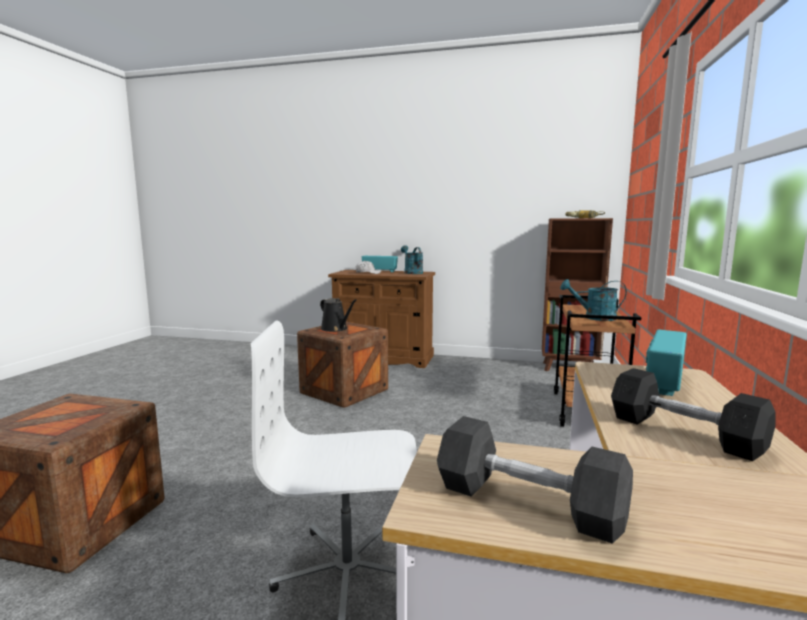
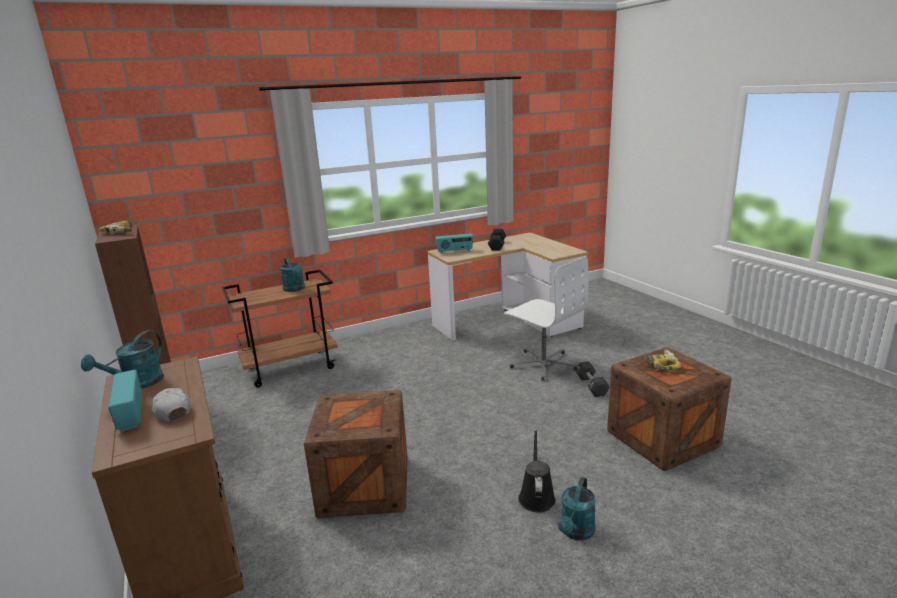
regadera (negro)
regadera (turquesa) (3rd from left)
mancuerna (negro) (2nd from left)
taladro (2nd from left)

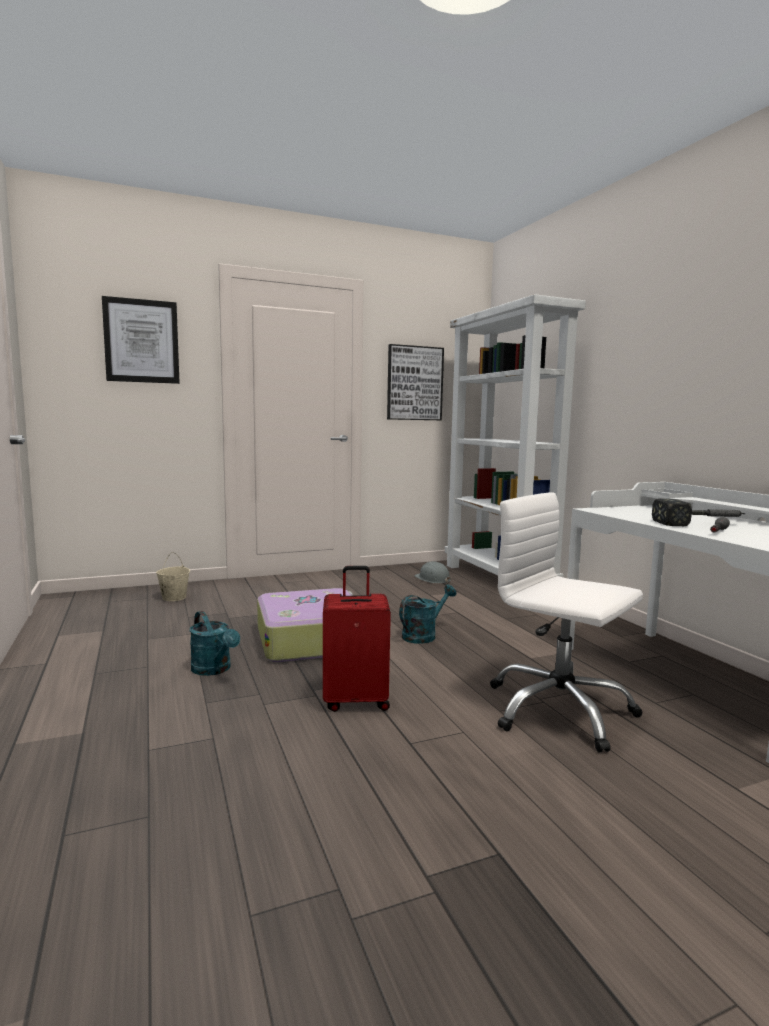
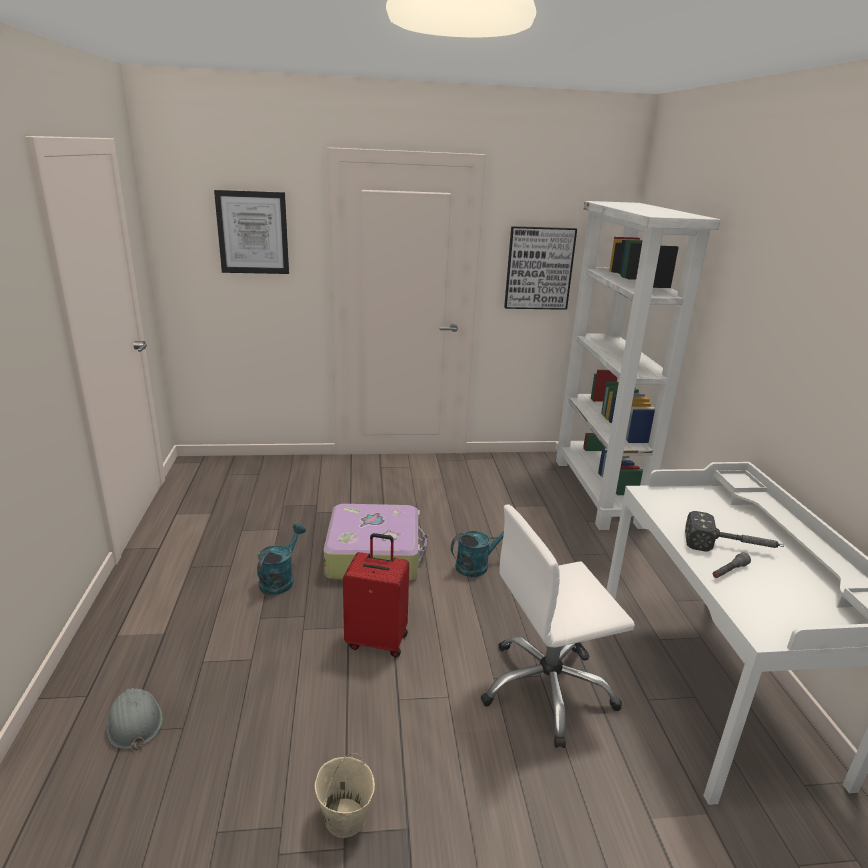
casco (gris)
regadera (turquesa) (1st from left)
cubo (beis)
silla de oficina (blanco)

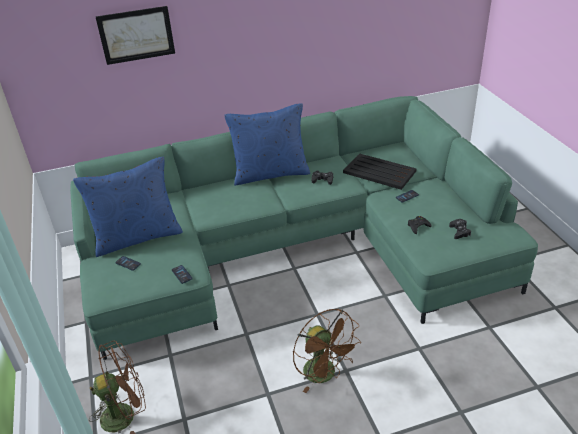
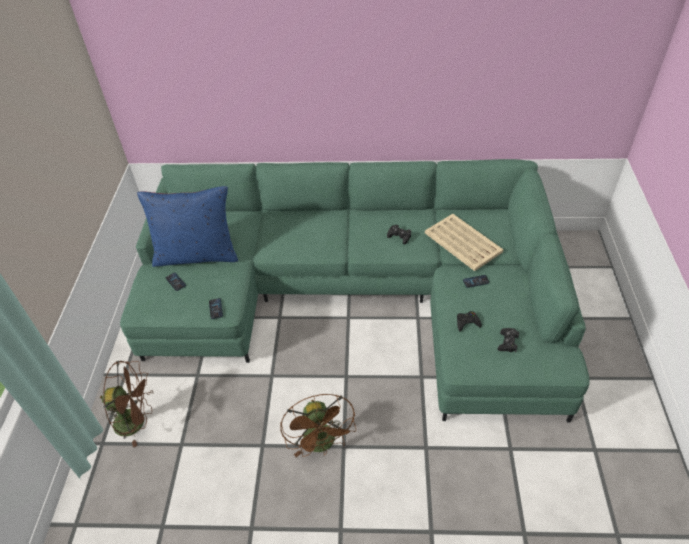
bandeja (beis)
cuadro
cojín (azul) (2nd from left in the first image)

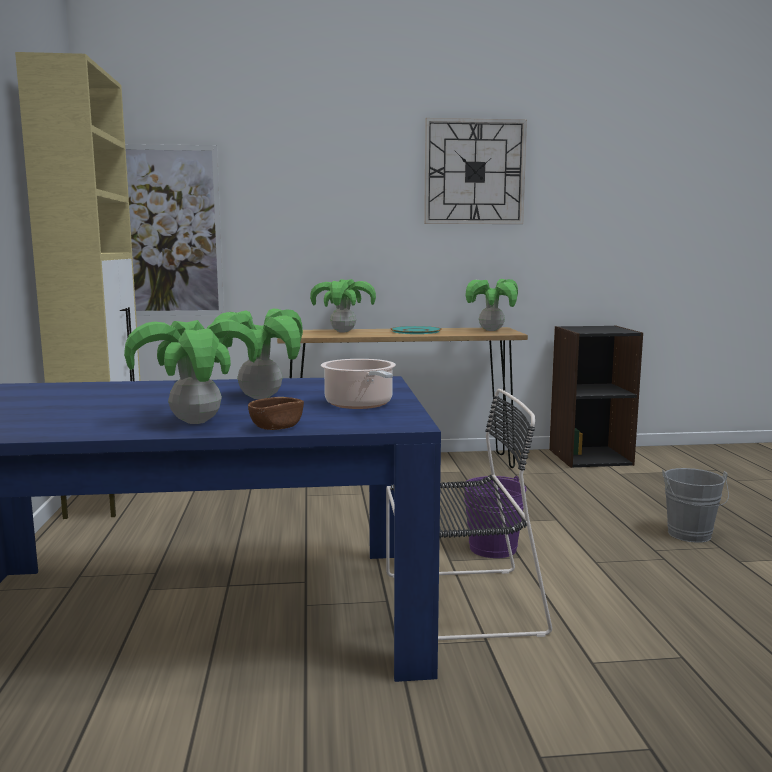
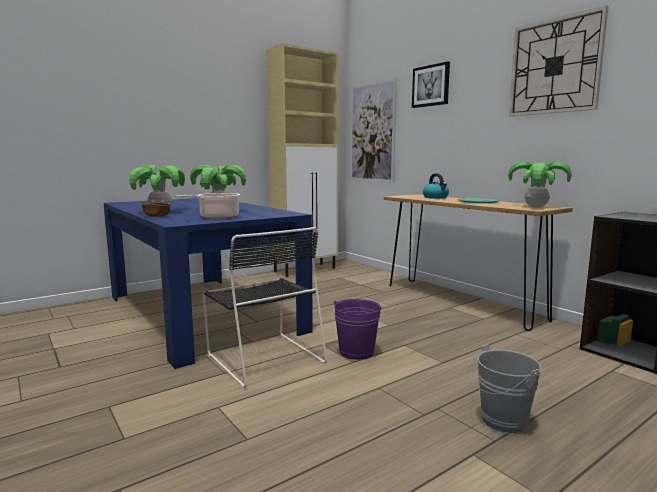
cuadro (2nd from left)
hervidor

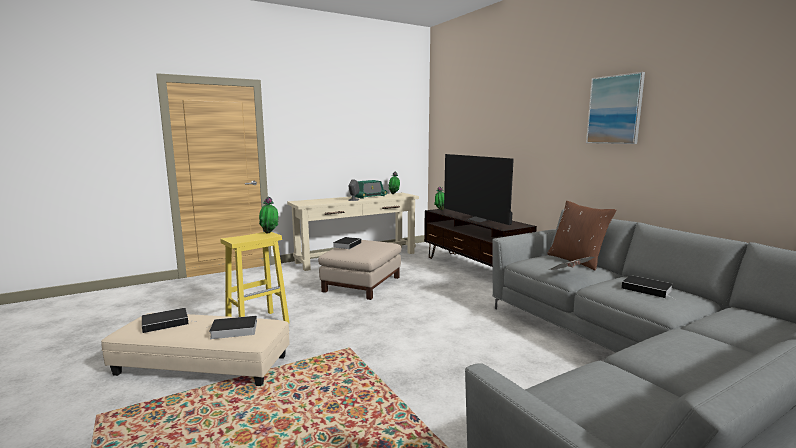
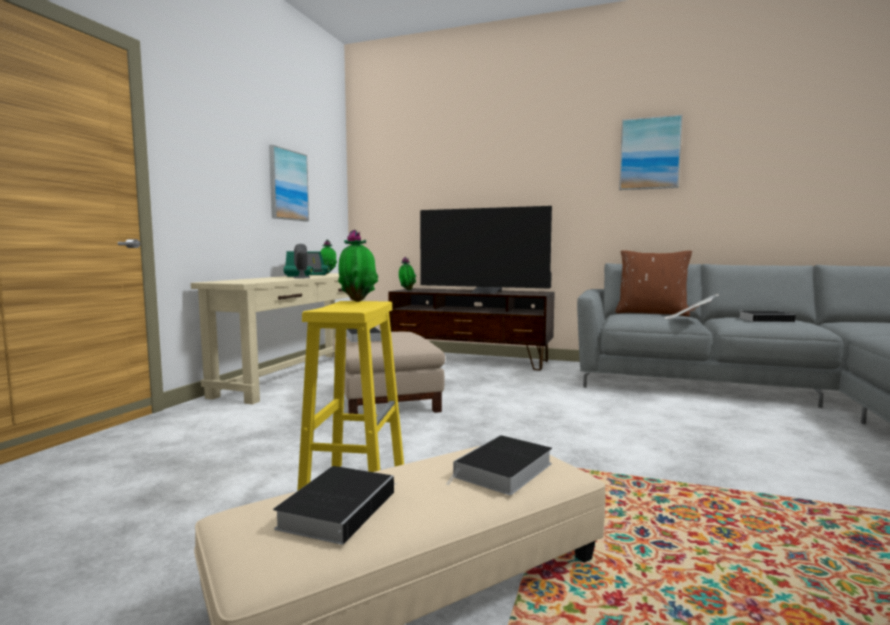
cuadro (1st from left)

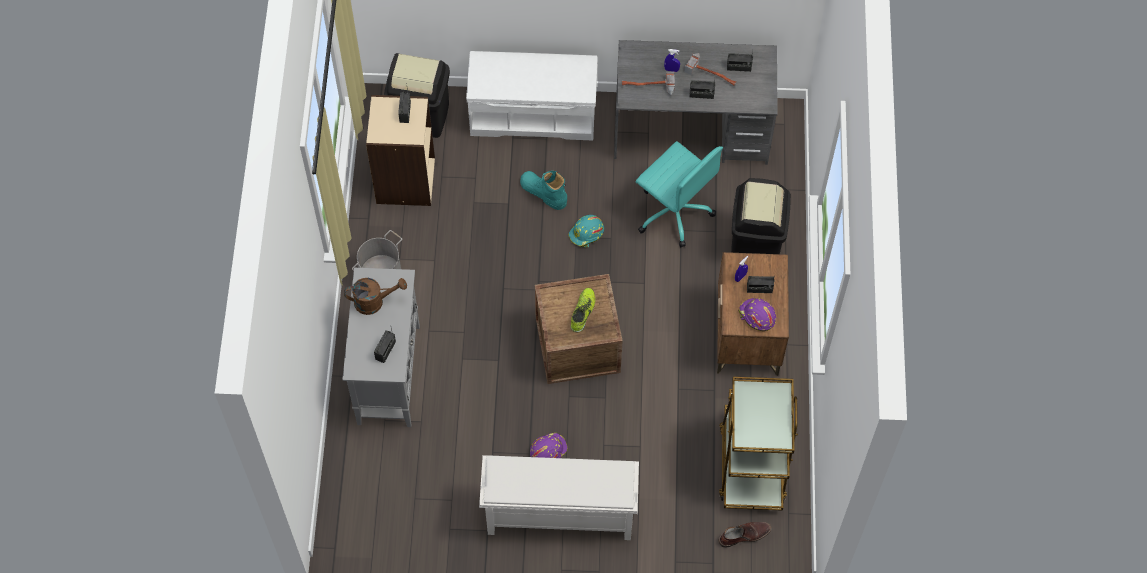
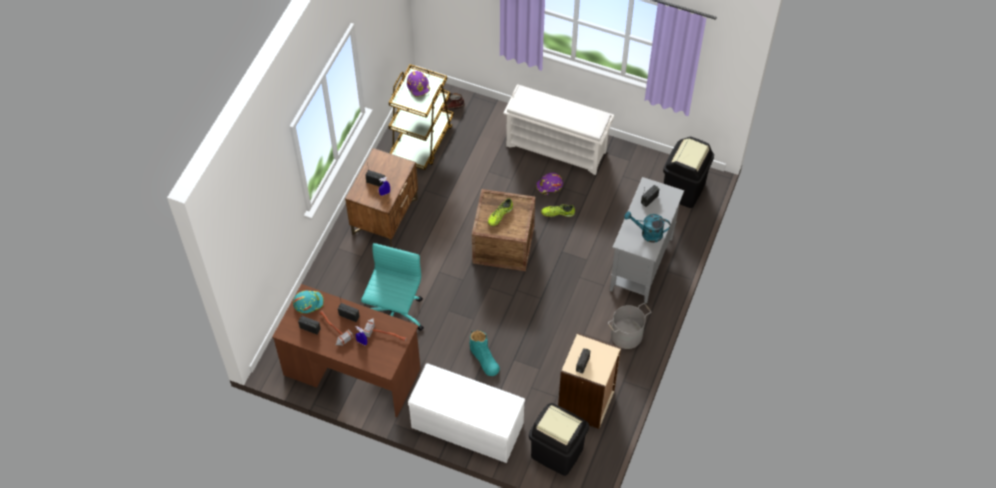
escritorio (marrón)
casco (turquesa)
silla de oficina (turquesa)
casco (morado) (1st from left)
zapato (2nd from left)
regadera (turquesa)
papelera (negro) (2nd from left)

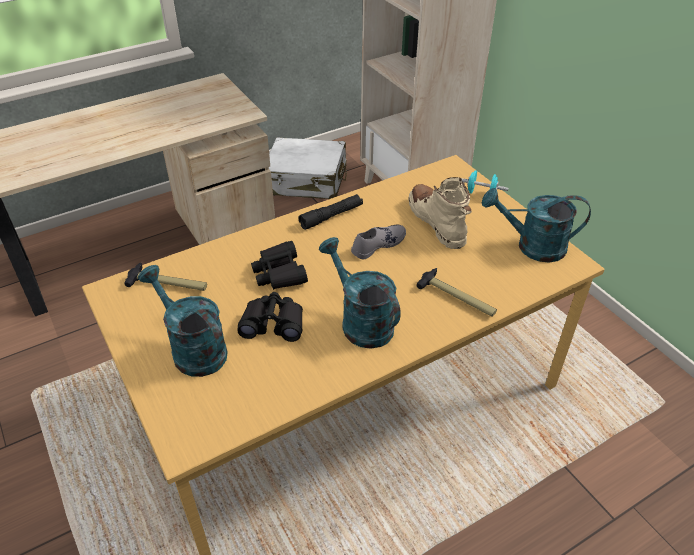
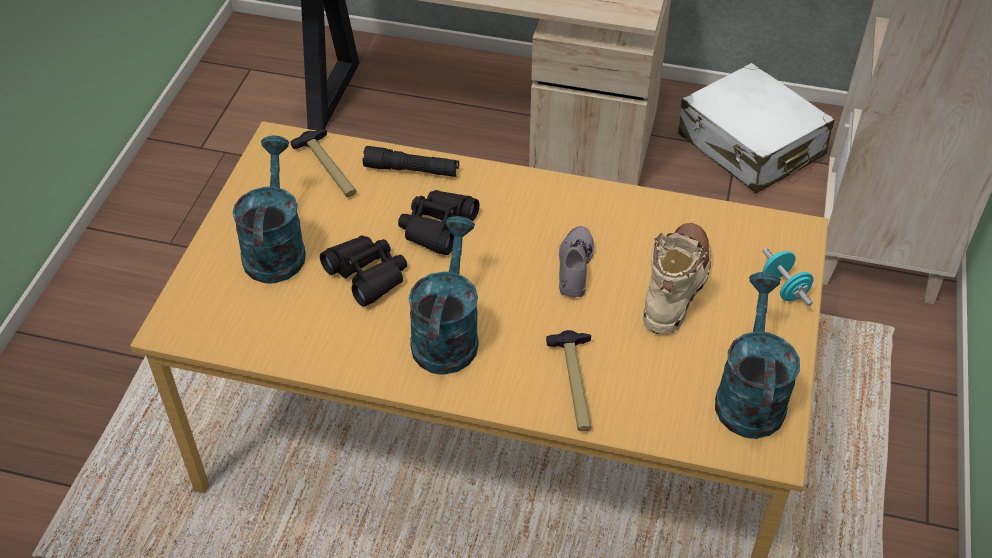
linterna (negro)
zapato (gris)
regadera (turquesa) (3rd from left)

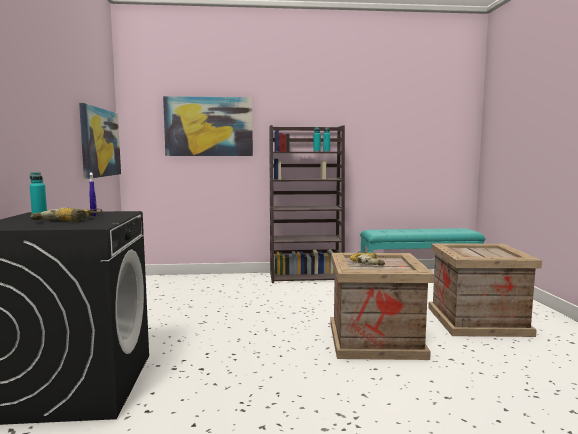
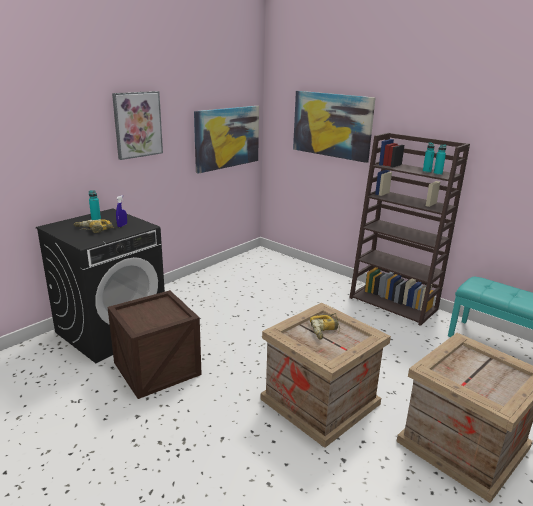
caja de embalaje (1st from left)
cuadro (1st from left)

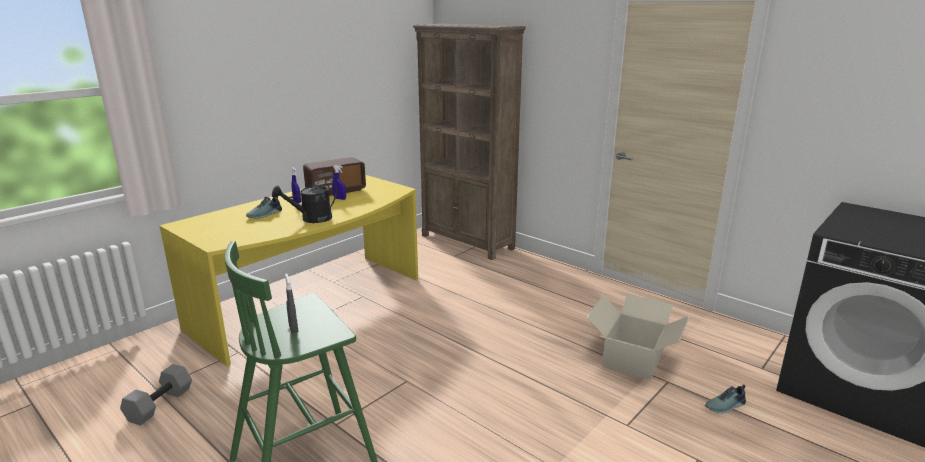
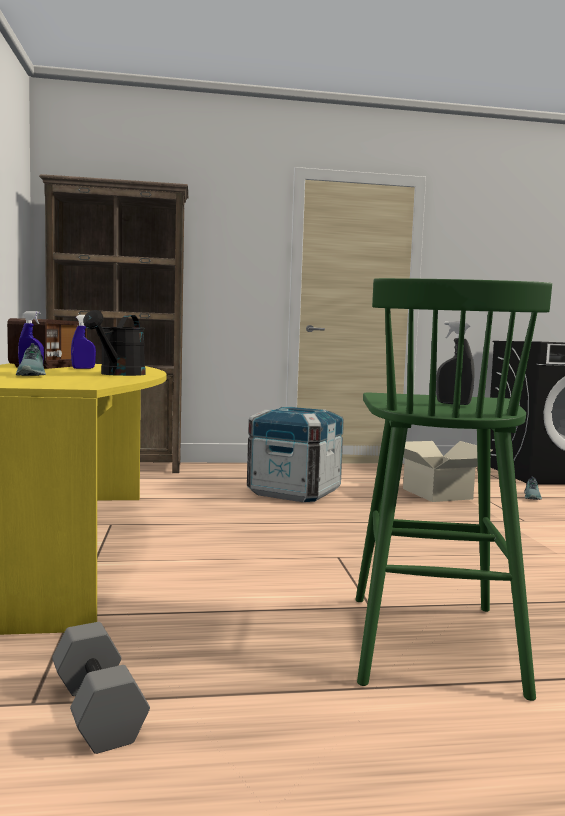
caja de embalaje

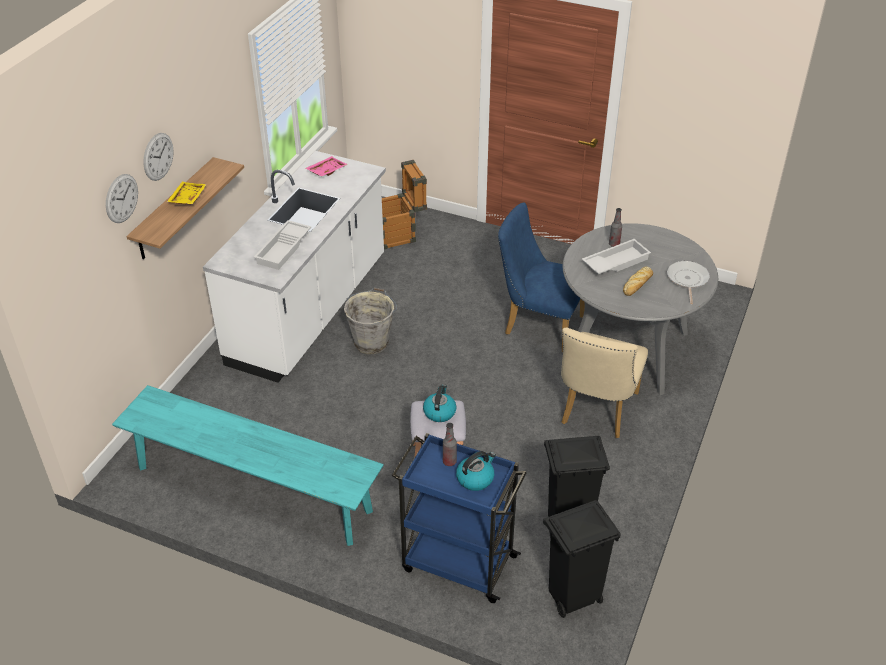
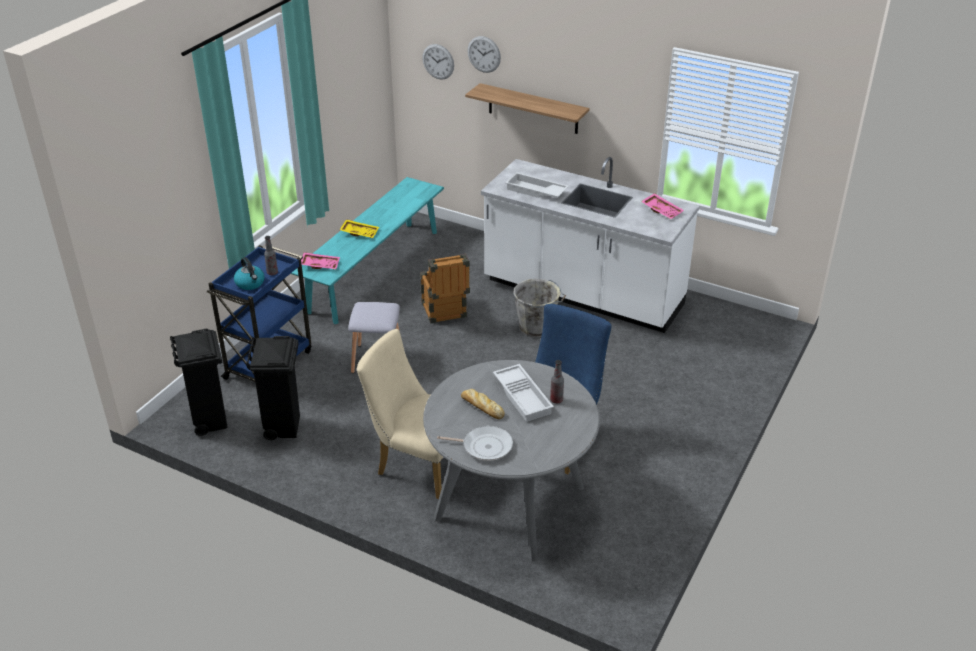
bandeja (rosa) (1st from left)
bandeja (amarillo)
caja de embalaje
reloj de pared (1st from left)
hervidor (1st from left in the first image)

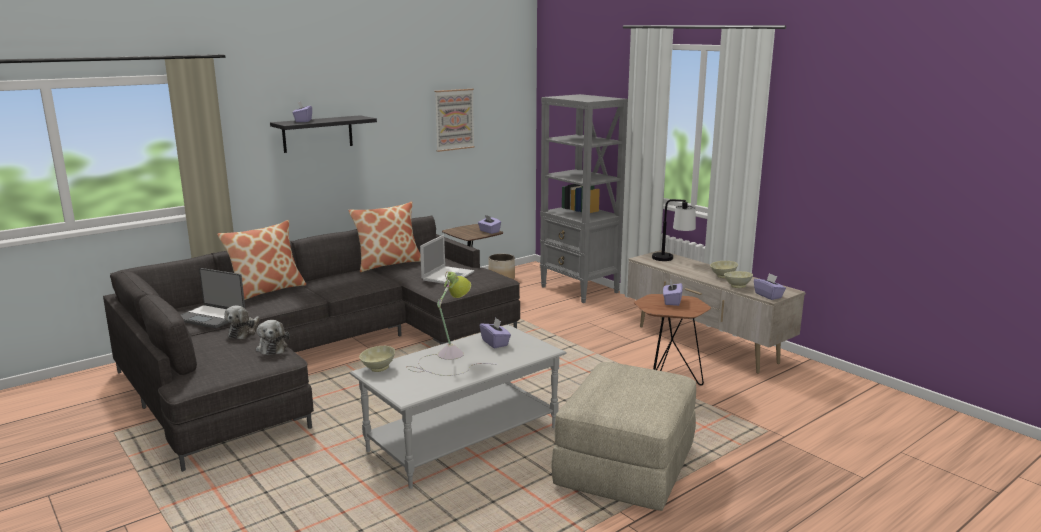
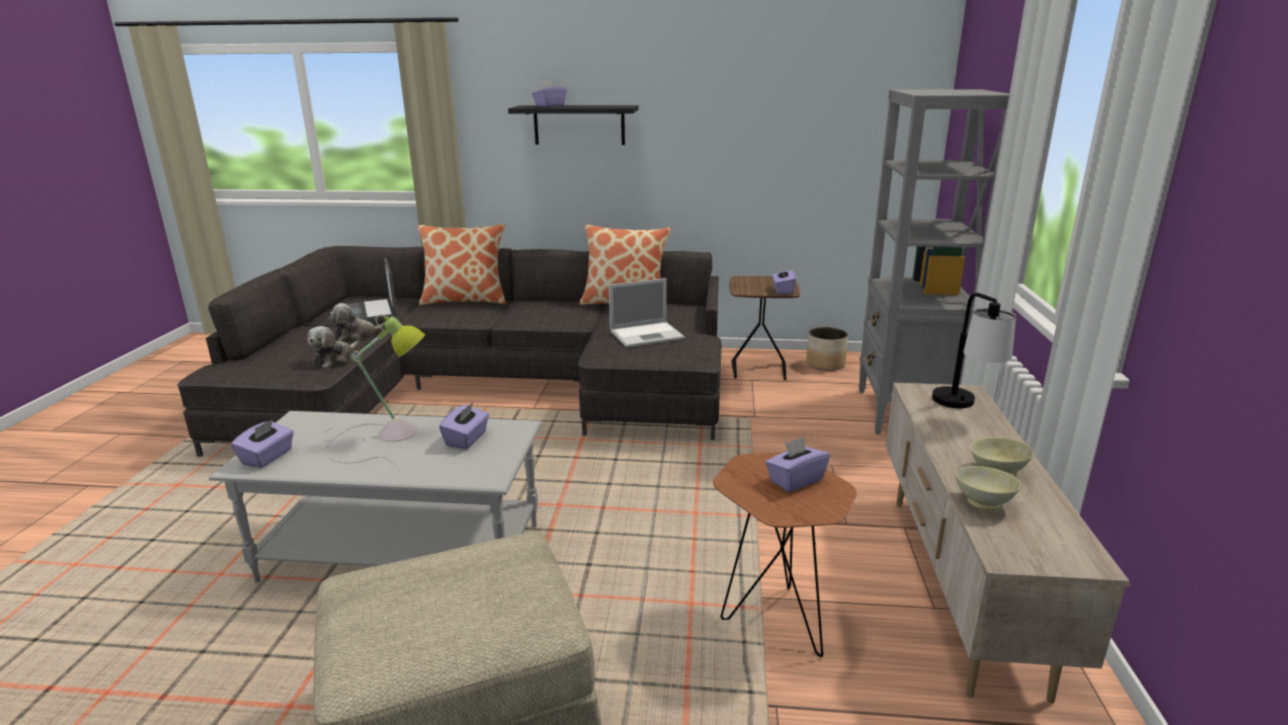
caja de pañuelos (morado) (1st from left)
cuenco (beis) (1st from left in the first image)
cuadro

